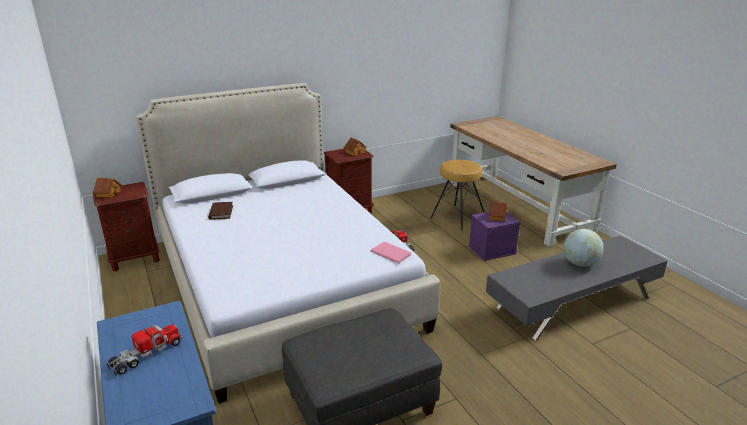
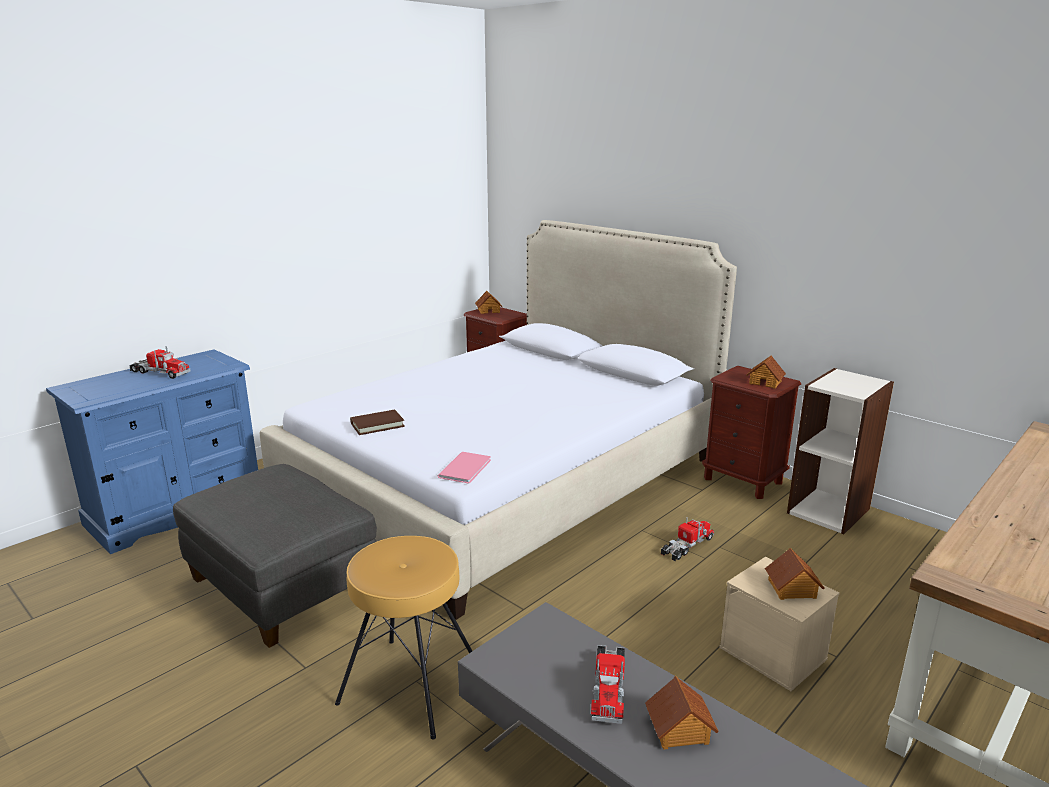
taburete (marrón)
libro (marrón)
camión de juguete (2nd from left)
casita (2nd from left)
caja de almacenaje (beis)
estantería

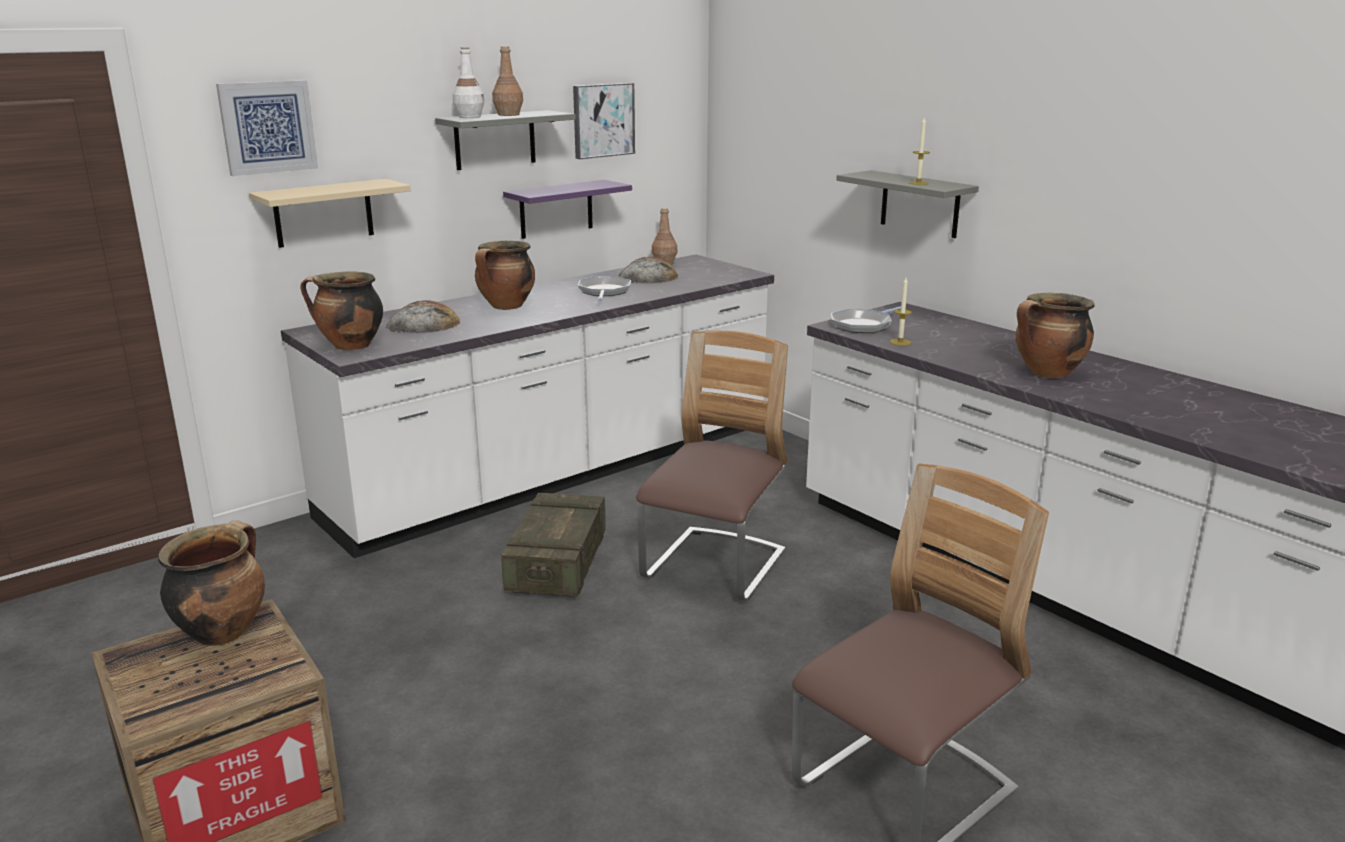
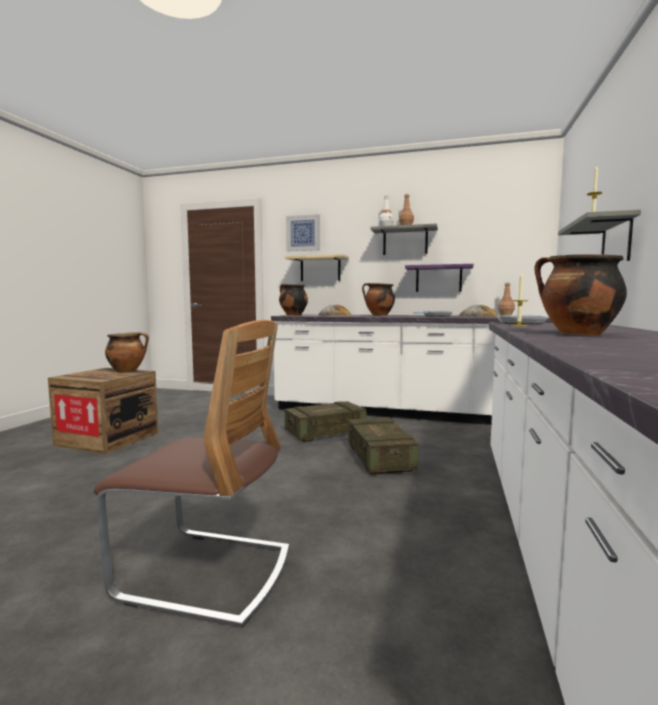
caja de embalaje (3rd from left)
cuadro (2nd from left in the first image)

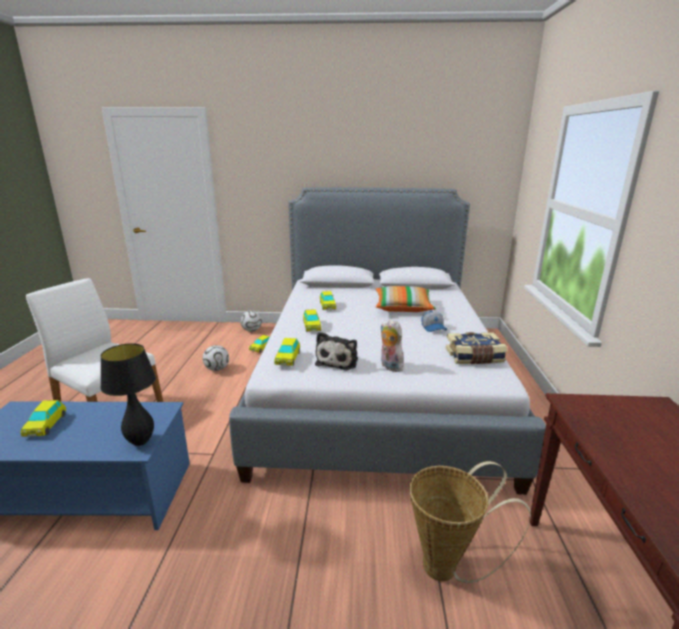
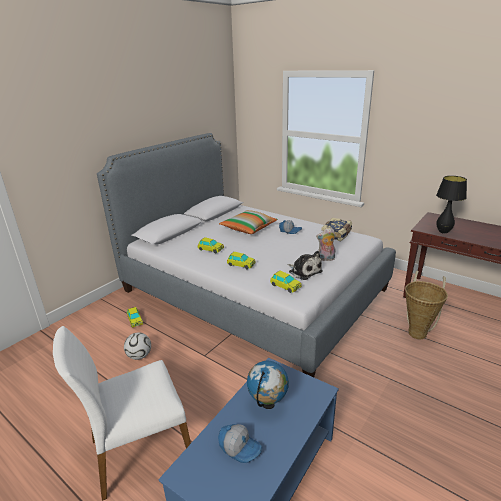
gorra (1st from left)
globo terráqueo
lámpara de mesa (negro)
balón de fútbol (2nd from left in the first image)

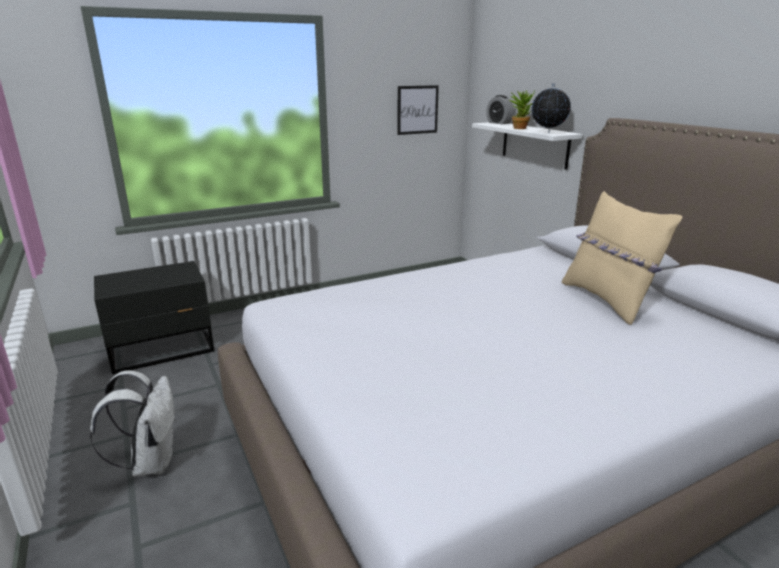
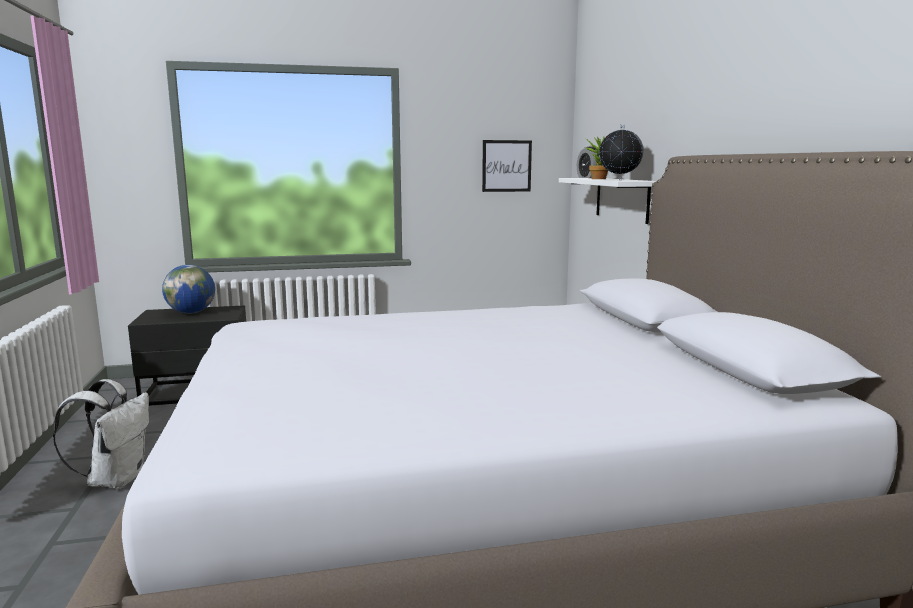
globo terráqueo (1st from left)
cojín (beis)

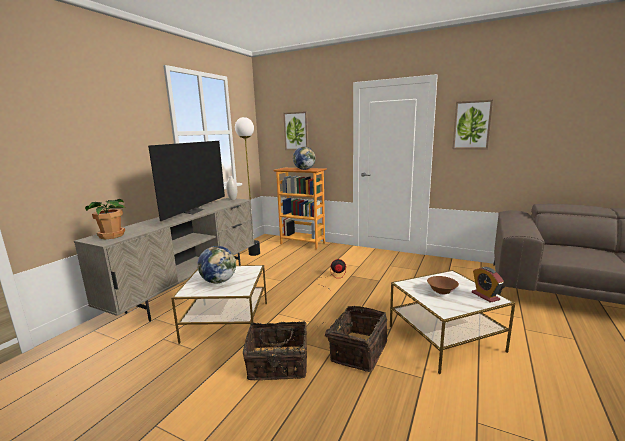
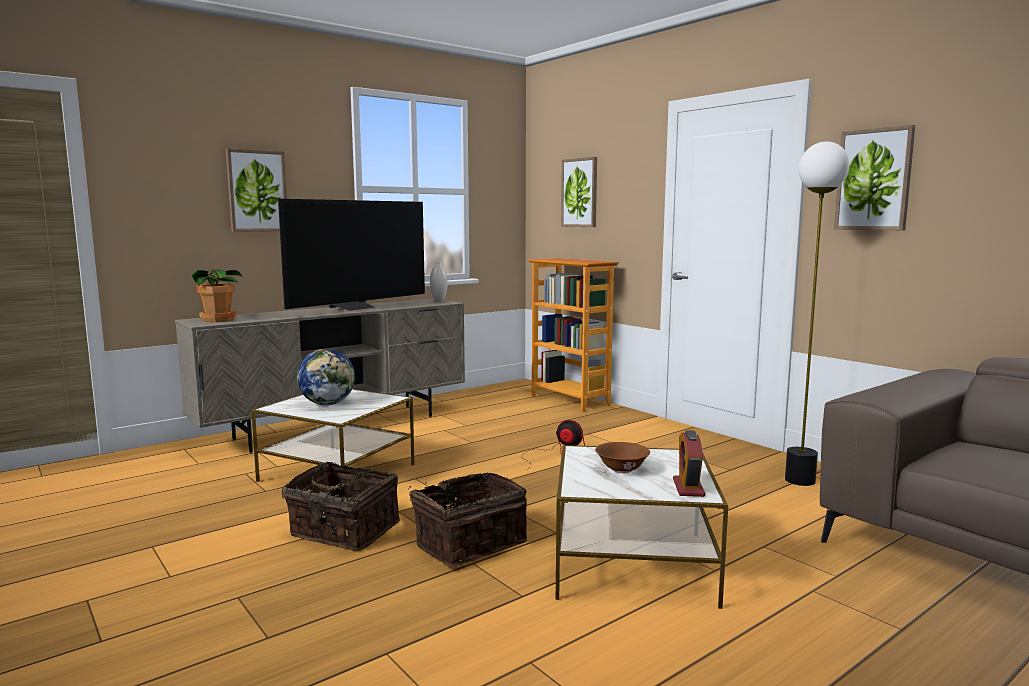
cuadro (1st from left)
lámpara de pie
globo terráqueo (2nd from left in the first image)

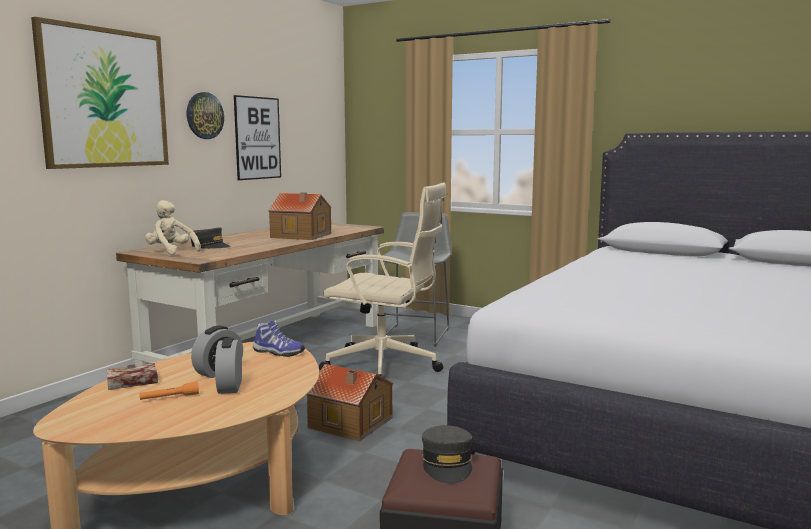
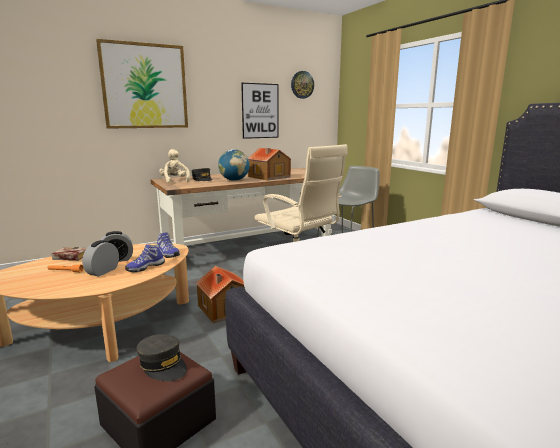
zapato (1st from left)
gorra (gris) (1st from left)
globo terráqueo
reloj de pared

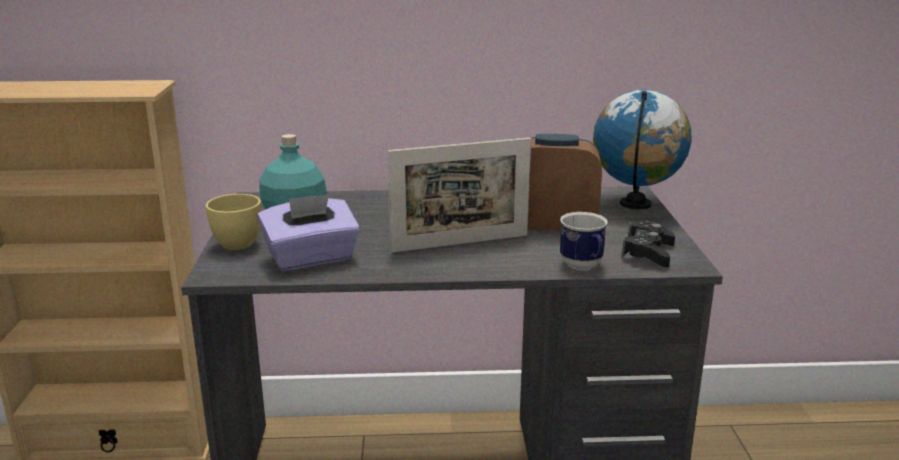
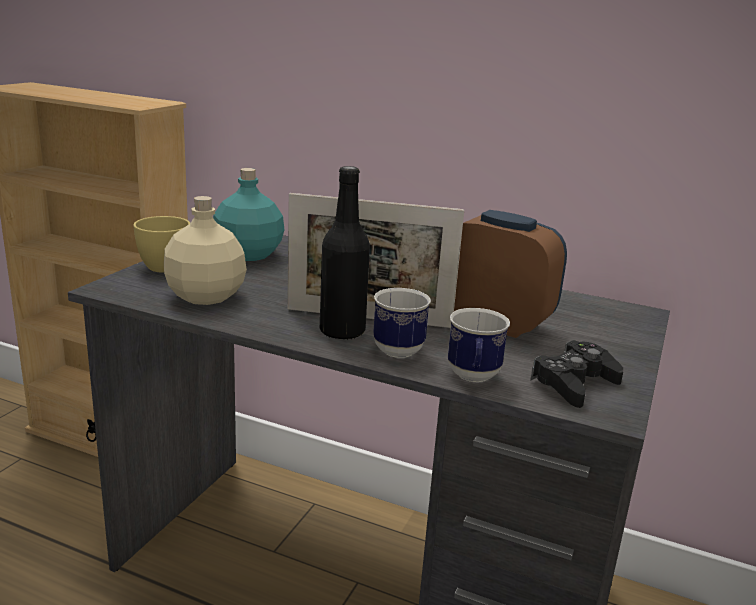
botella (beis)
botella (negro)
taza grande (1st from left)
globo terráqueo

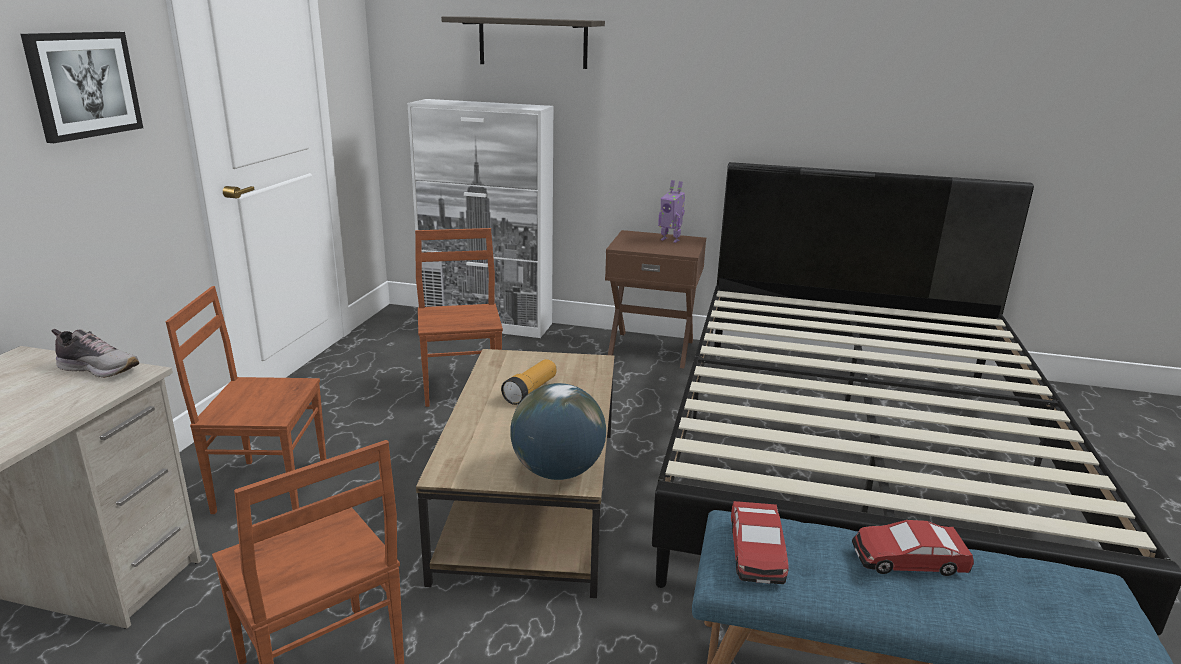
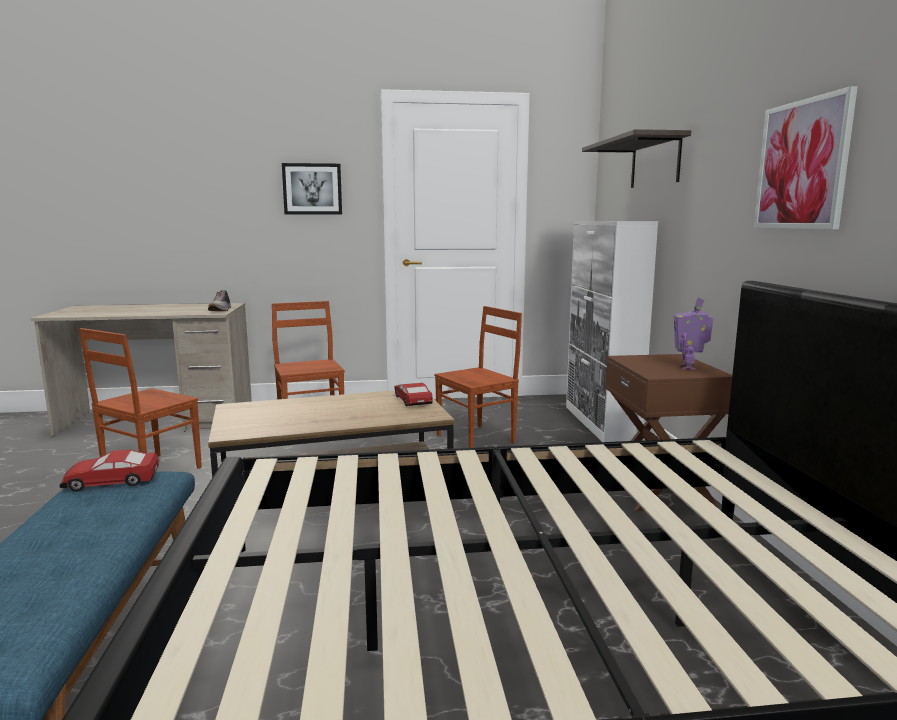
coche de juguete (2nd from left)
cuadro (2nd from left)
linterna
globo terráqueo

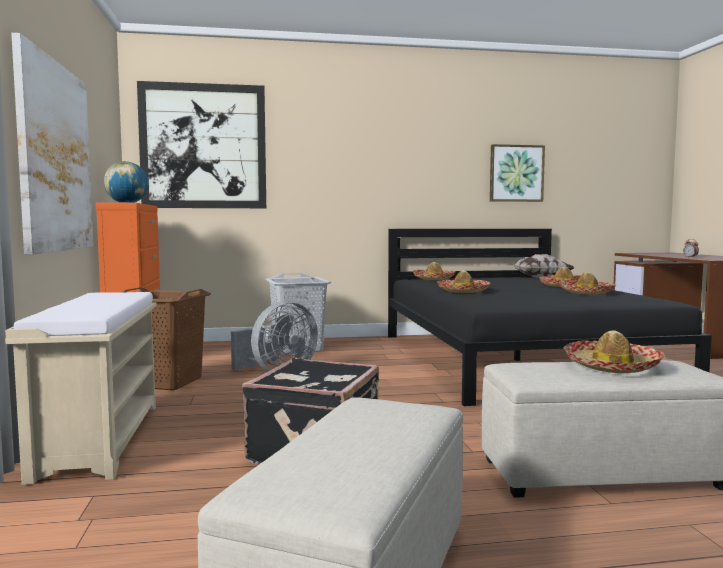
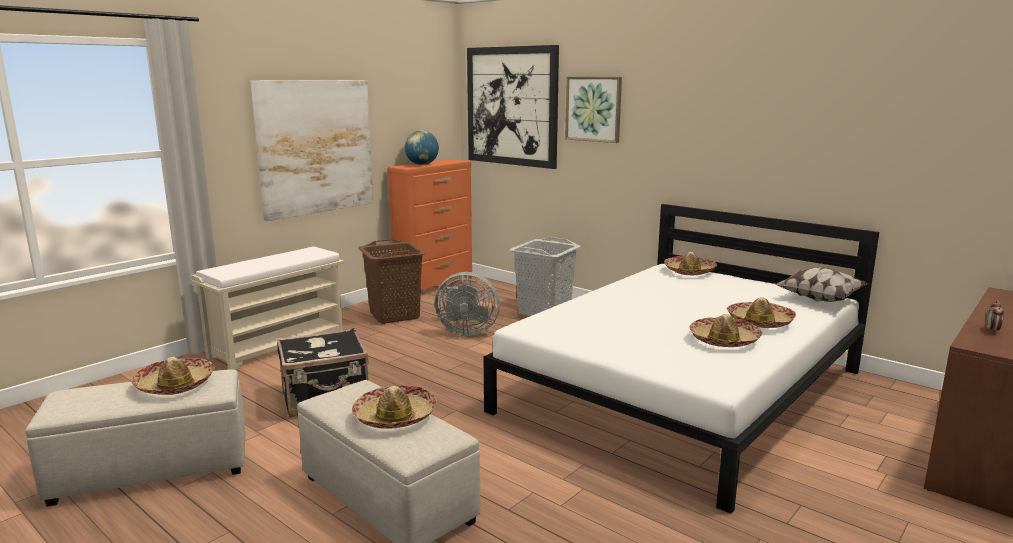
sombrero (1st from left)
cama (blanco)
cuadro (3rd from left)

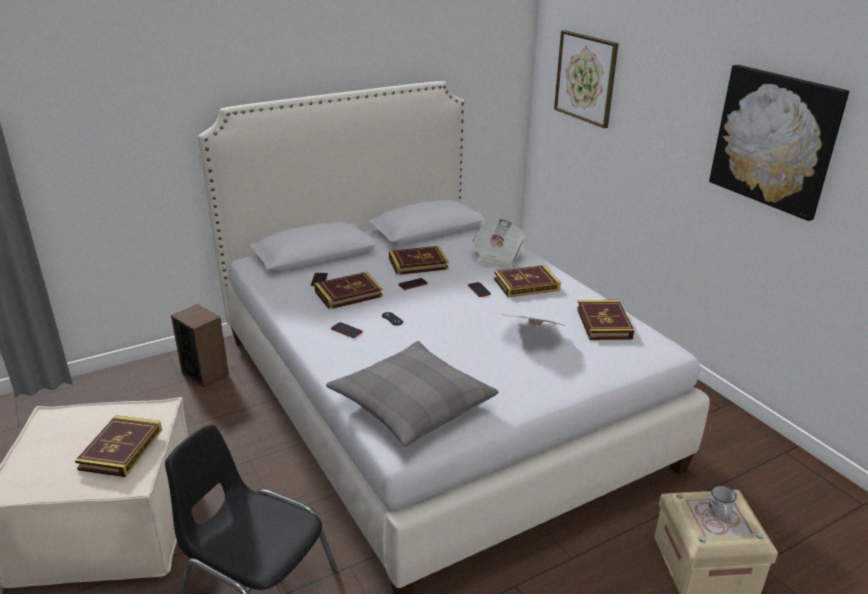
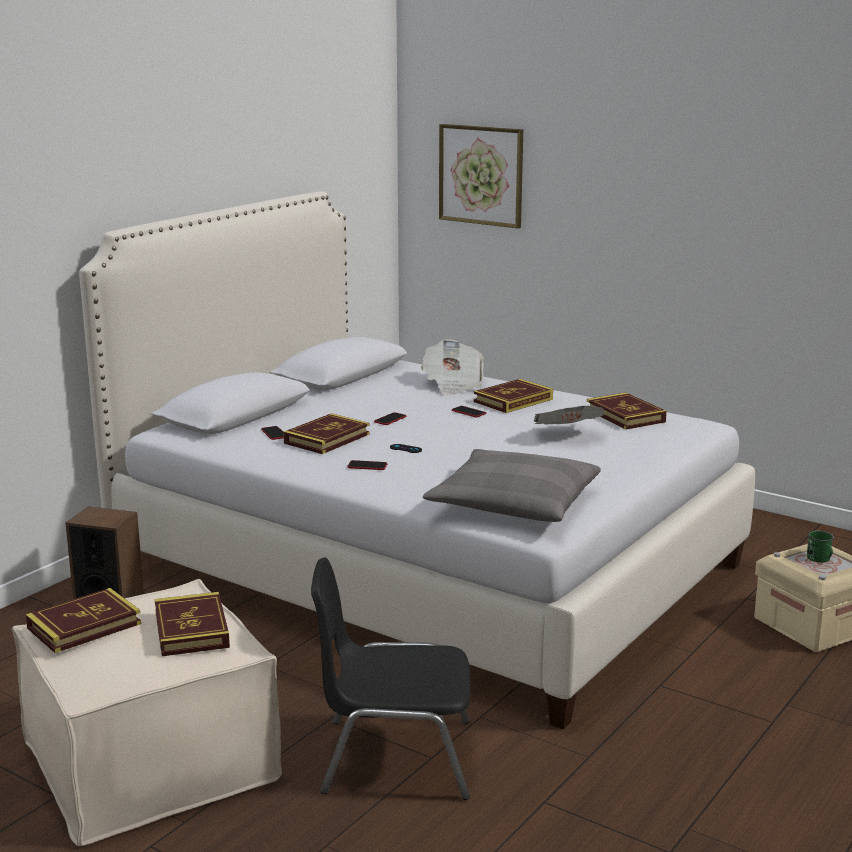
libro (1st from left)
taza grande (verde)
cuadro (2nd from left in the first image)

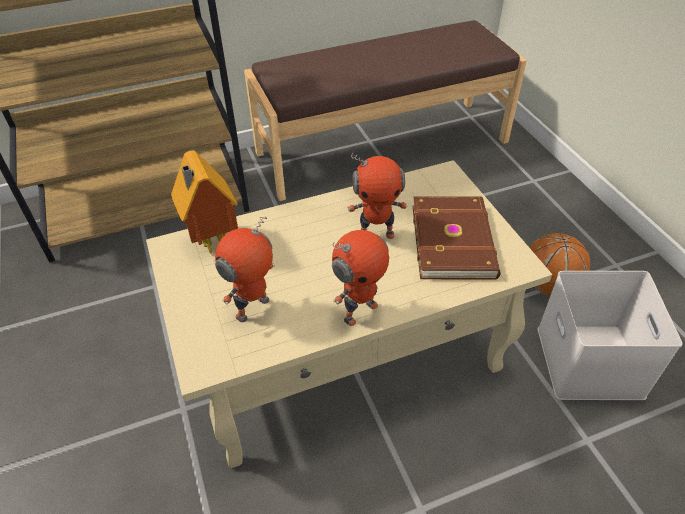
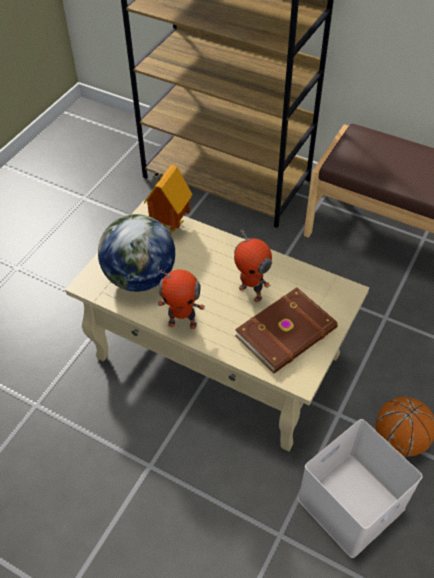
globo terráqueo

